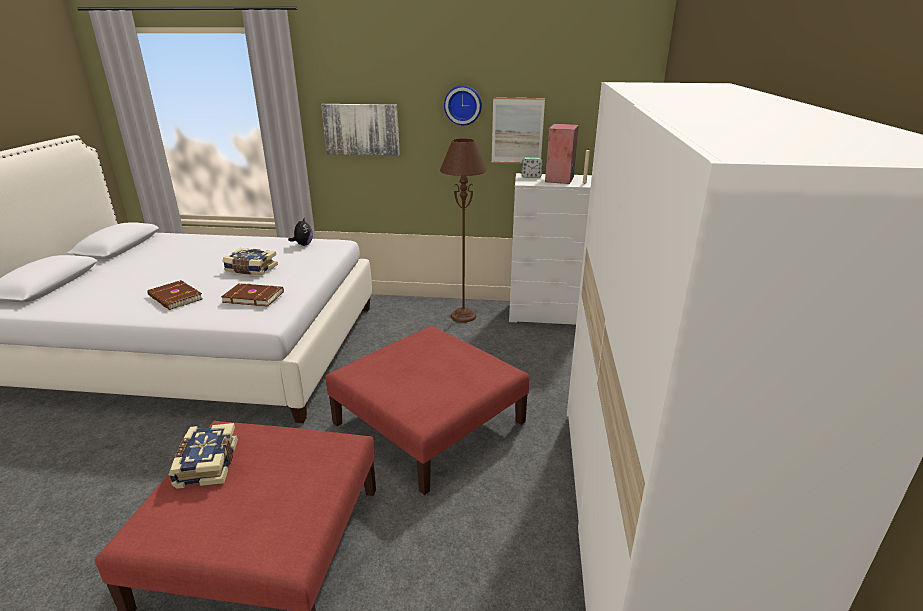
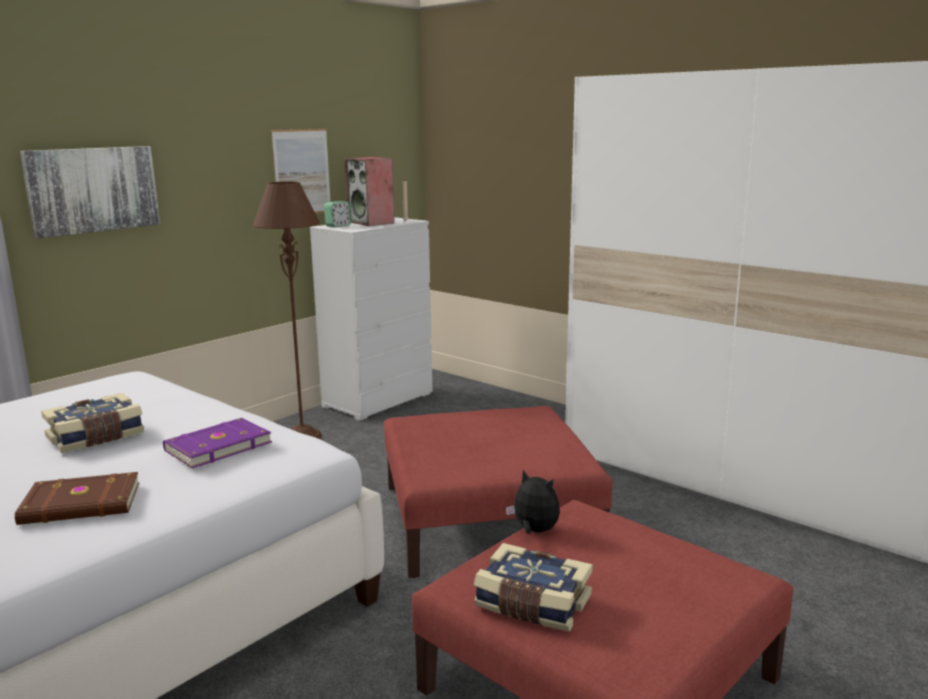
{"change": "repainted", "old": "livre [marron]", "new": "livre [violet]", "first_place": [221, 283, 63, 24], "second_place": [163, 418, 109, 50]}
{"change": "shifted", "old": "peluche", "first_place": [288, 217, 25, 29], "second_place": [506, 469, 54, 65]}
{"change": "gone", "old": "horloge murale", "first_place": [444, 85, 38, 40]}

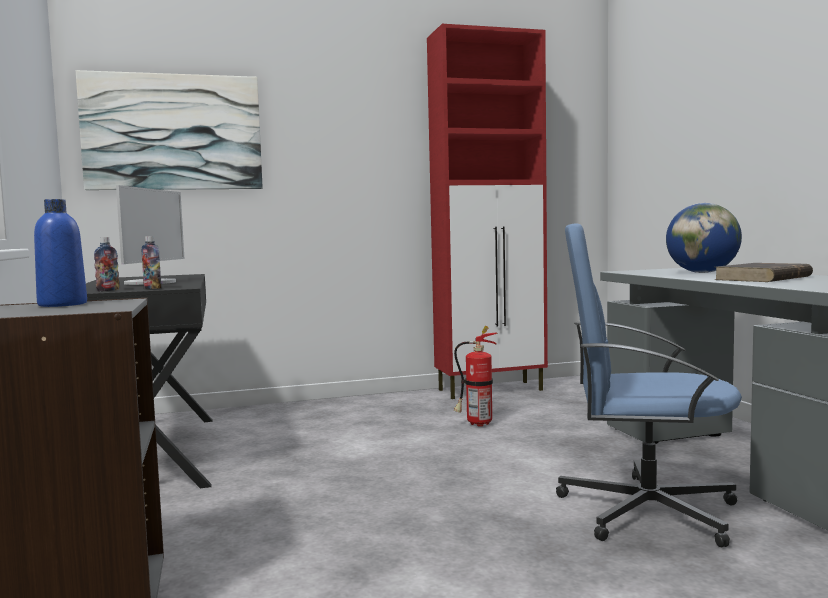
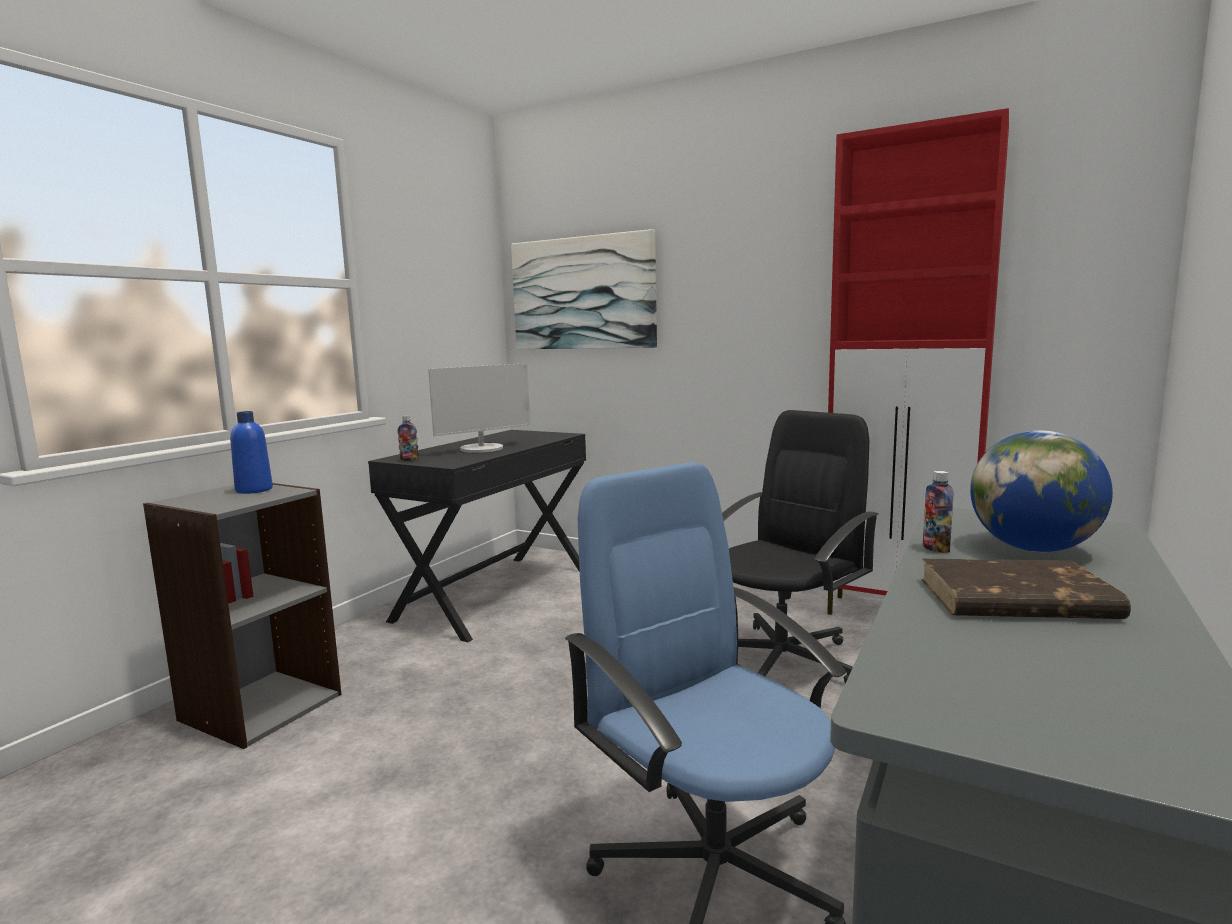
{"change": "shifted", "old": "bouteille", "first_place": [141, 236, 20, 53], "second_place": [923, 471, 30, 82]}
{"change": "swapped", "old": "extincteur", "new": "chaise de bureau [noir]", "first_place": [454, 326, 43, 101], "second_place": [722, 410, 157, 274]}

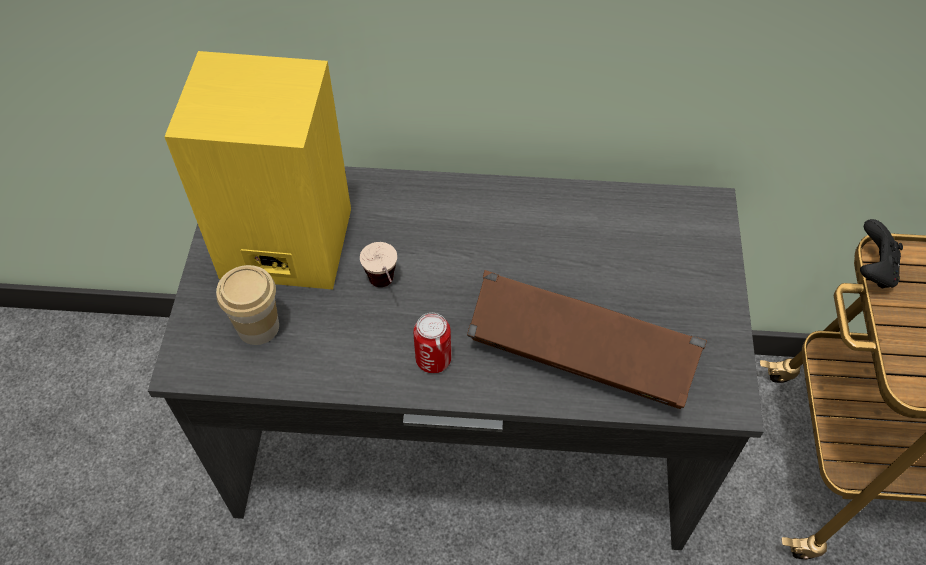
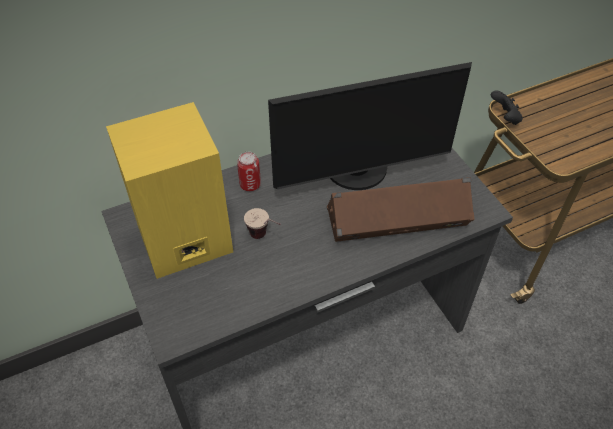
{"change": "gone", "old": "tasse", "first_place": [216, 265, 63, 80]}
{"change": "shifted", "old": "boîte métallique", "first_place": [414, 313, 37, 60], "second_place": [237, 152, 24, 39]}
{"change": "new", "new": "écran d'ordinateur", "second_place": [268, 62, 204, 128]}

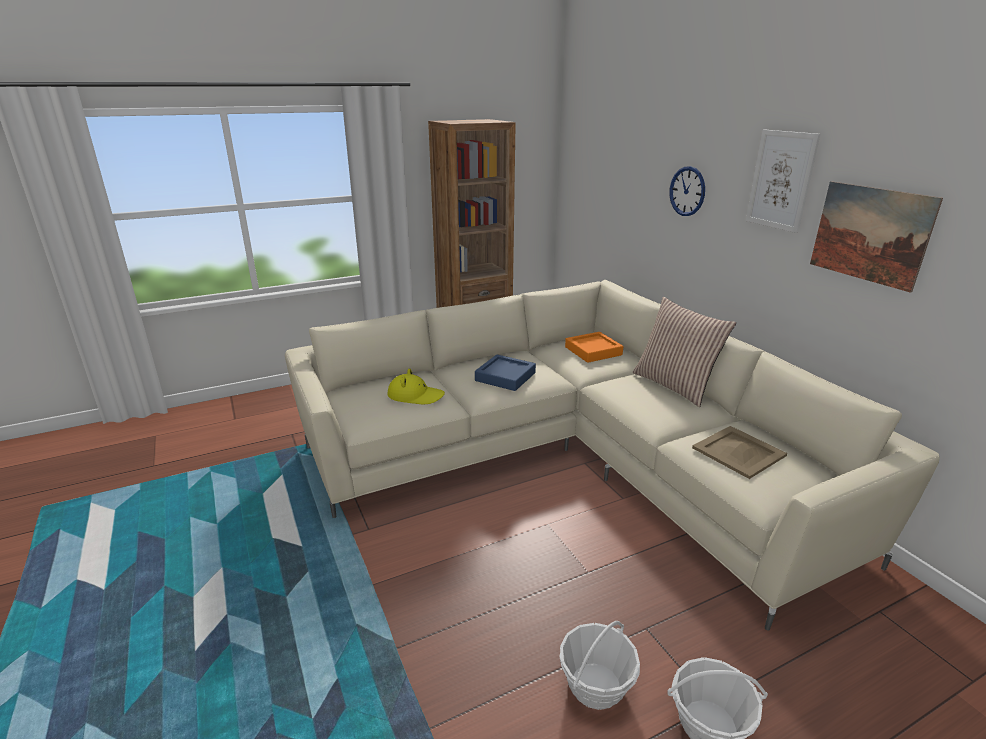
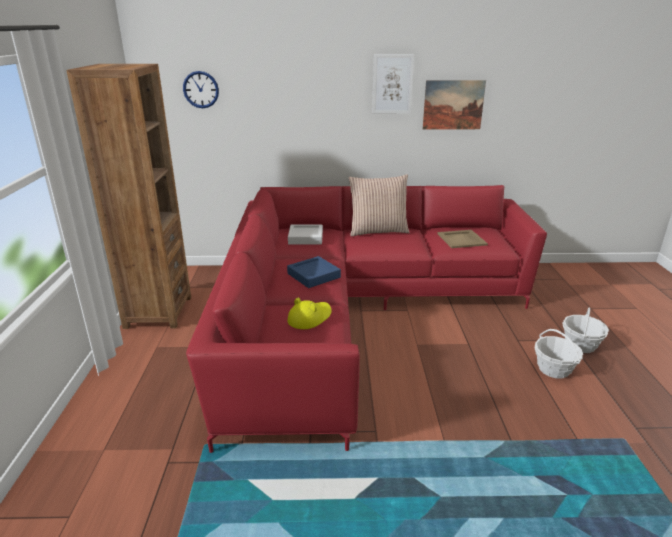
{"change": "repainted", "old": "canapé [beige]", "new": "canapé [rouge]", "first_place": [285, 280, 655, 351], "second_place": [186, 185, 361, 268]}
{"change": "repainted", "old": "plateau [orange]", "new": "plateau [gris]", "first_place": [565, 332, 58, 31], "second_place": [288, 225, 35, 19]}
{"change": "shifted", "old": "horloge murale", "first_place": [669, 166, 36, 50], "second_place": [183, 71, 36, 37]}

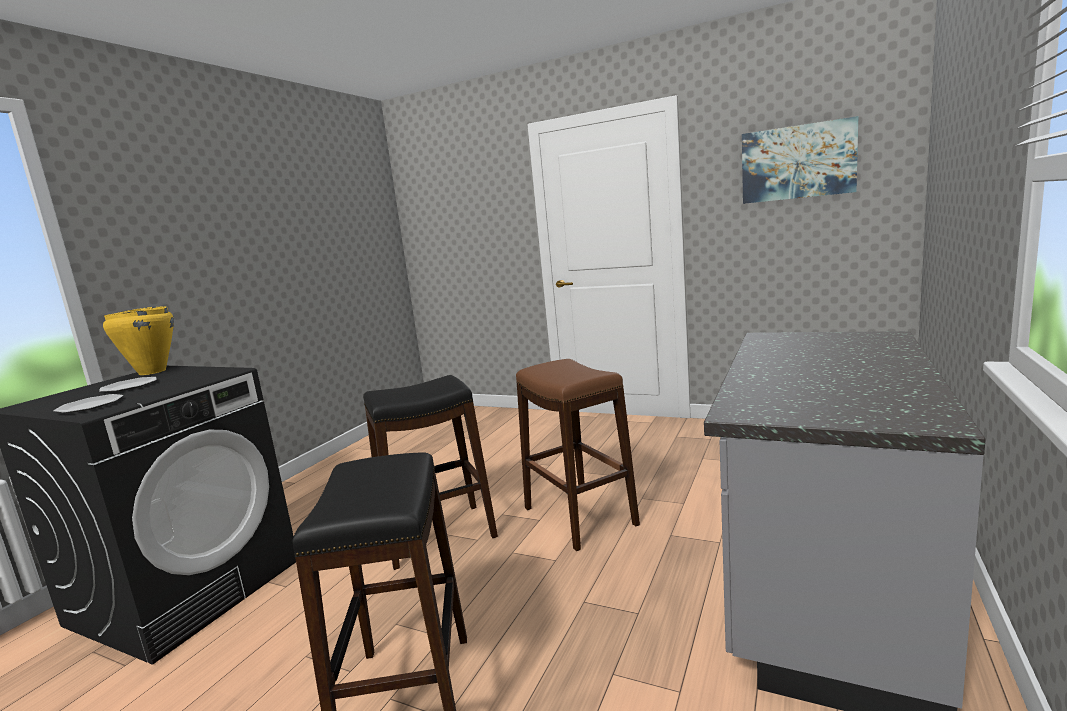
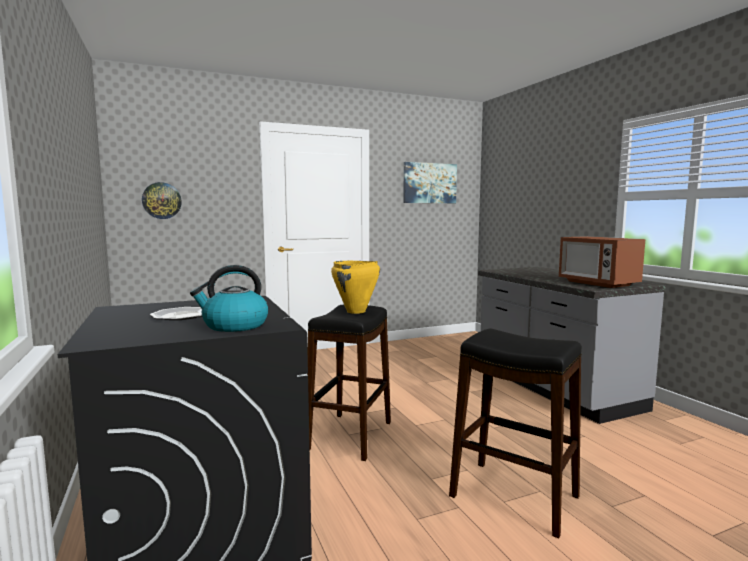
{"change": "swapped", "old": "assiette", "new": "bouilloire", "first_place": [53, 394, 71, 19], "second_place": [190, 265, 78, 67]}
{"change": "shifted", "old": "marmite [jaune]", "first_place": [103, 306, 71, 69], "second_place": [331, 261, 49, 53]}
{"change": "gone", "old": "tabouret [marron]", "first_place": [516, 359, 124, 192]}
{"change": "new", "new": "horloge murale", "second_place": [142, 182, 40, 37]}
{"change": "new", "new": "micro-ondes", "second_place": [559, 236, 86, 52]}

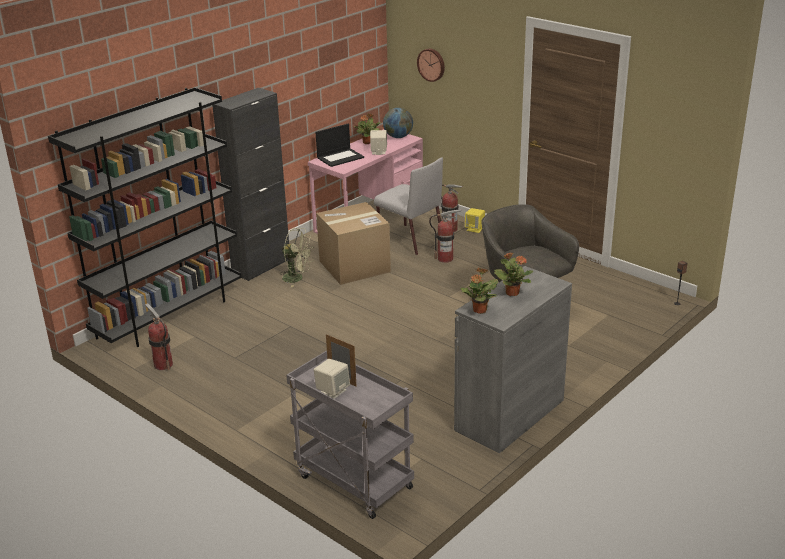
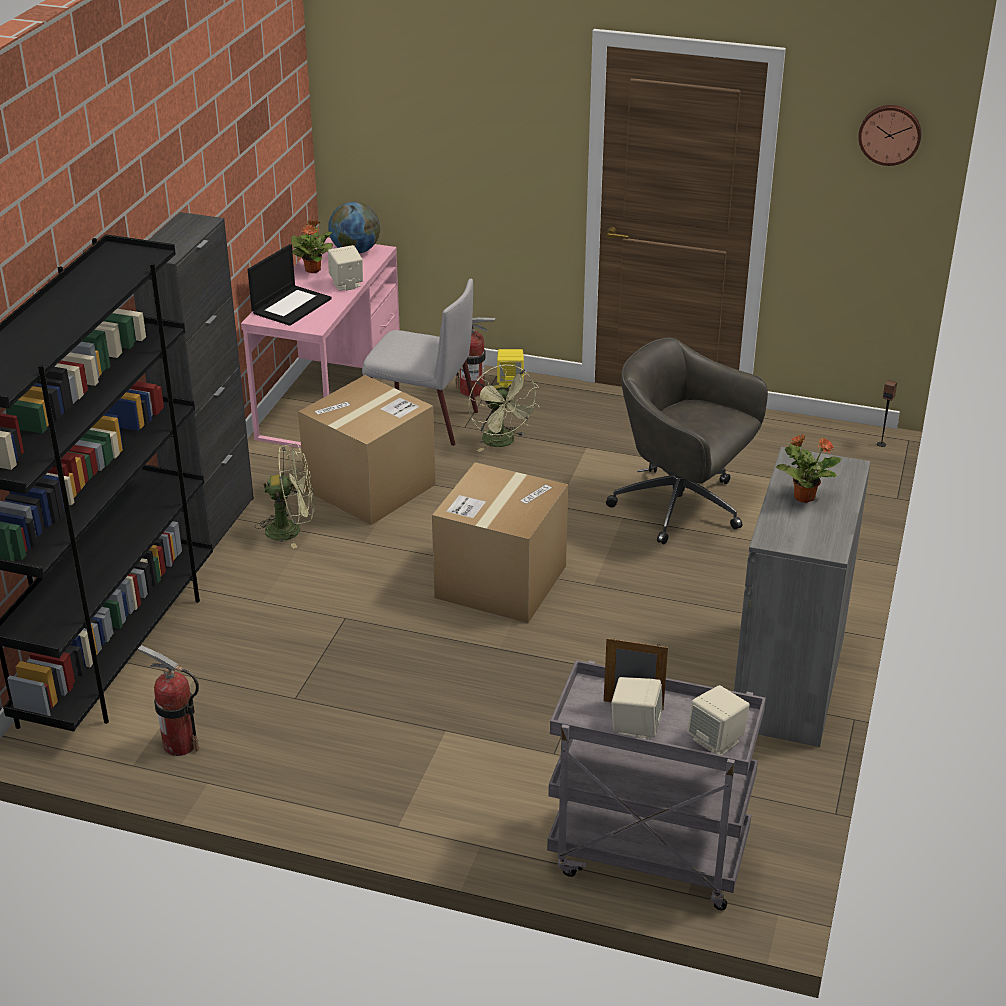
{"change": "shifted", "old": "horloge murale", "first_place": [417, 48, 28, 34], "second_place": [858, 105, 63, 61]}
{"change": "swapped", "old": "extincteur", "new": "ventilateur [vert]", "first_place": [429, 209, 32, 54], "second_place": [468, 365, 72, 87]}
{"change": "gone", "old": "plante en pot", "first_place": [460, 267, 38, 47]}
{"change": "new", "new": "carton", "second_place": [432, 462, 136, 161]}
{"change": "new", "new": "enceinte [beige]", "second_place": [687, 685, 63, 70]}

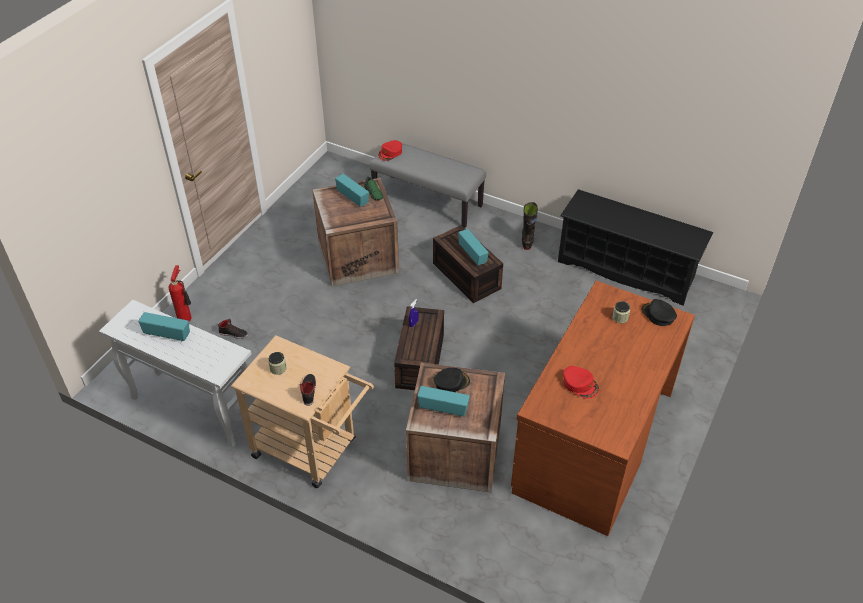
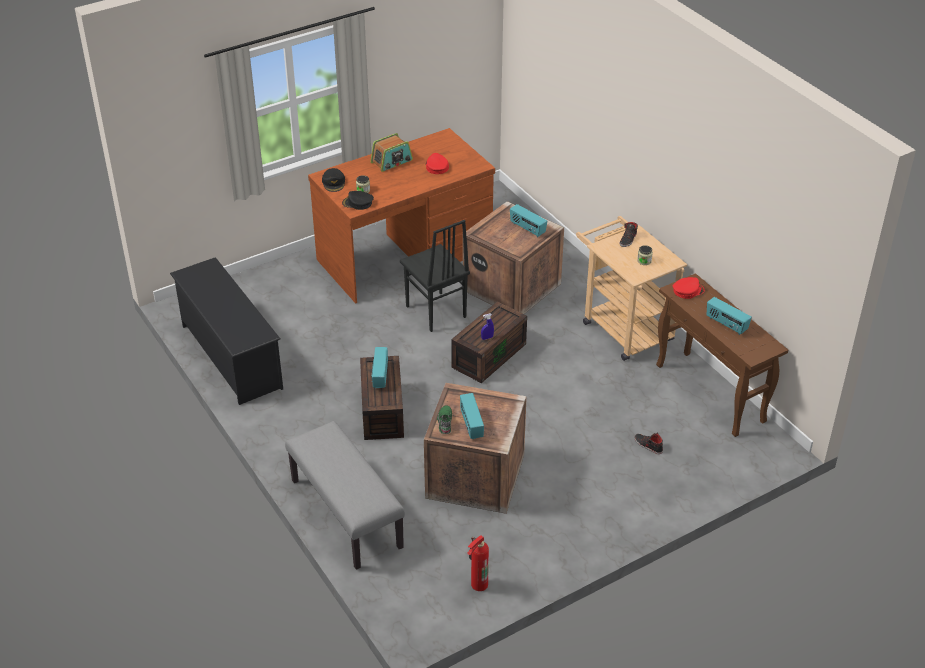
{"change": "repainted", "old": "table console [blanc]", "new": "table console [marron]", "first_place": [99, 300, 154, 147], "second_place": [656, 273, 132, 164]}
{"change": "shifted", "old": "extincteur", "first_place": [169, 265, 23, 56], "second_place": [467, 535, 22, 56]}
{"change": "shifted", "old": "casquette [rouge]", "first_place": [378, 140, 24, 21], "second_place": [673, 277, 32, 22]}
{"change": "shifted", "old": "casquette [noir]", "first_place": [433, 368, 37, 24], "second_place": [342, 191, 32, 19]}
{"change": "gone", "old": "botte [noir]", "first_place": [522, 202, 16, 48]}
{"change": "new", "new": "radio", "second_place": [370, 133, 43, 39]}
{"change": "new", "new": "chaise [noir]", "second_place": [400, 220, 70, 112]}

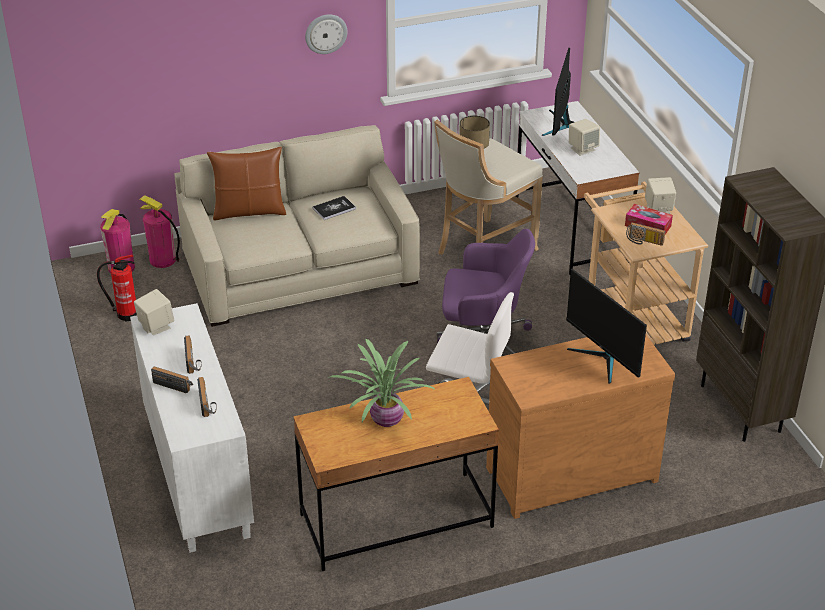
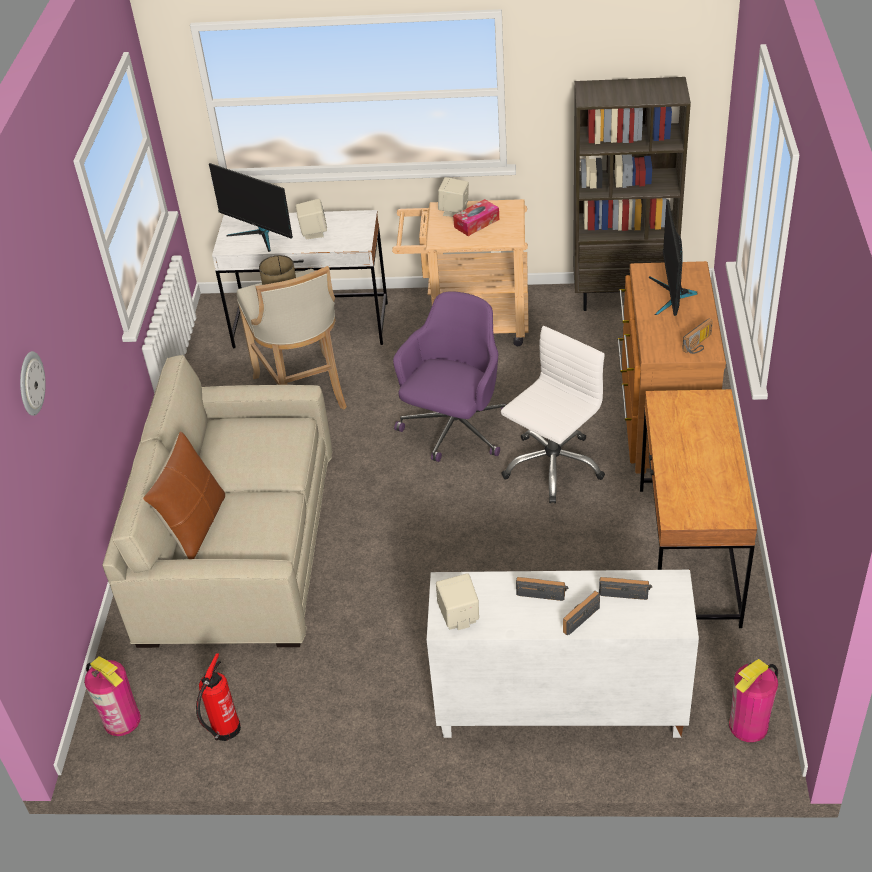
{"change": "shifted", "old": "extincteur", "first_place": [139, 195, 41, 73], "second_place": [729, 659, 49, 83]}
{"change": "shifted", "old": "horloge murale", "first_place": [305, 14, 42, 40], "second_place": [20, 351, 26, 65]}
{"change": "gone", "old": "livre", "first_place": [312, 196, 44, 24]}
{"change": "gone", "old": "plante en pot", "first_place": [327, 339, 109, 88]}
{"change": "rotated", "old": "écran d'ordinateur", "first_place": [566, 269, 81, 115], "second_place": [648, 199, 49, 117], "degrees": 105}
{"change": "shifted", "old": "radio", "first_place": [626, 222, 39, 24], "second_place": [682, 319, 31, 35]}

